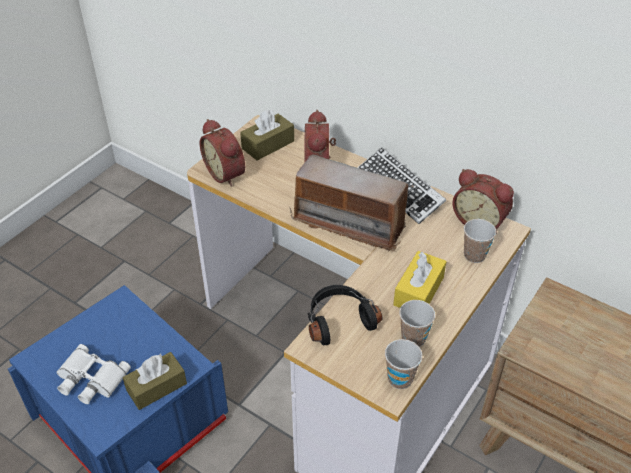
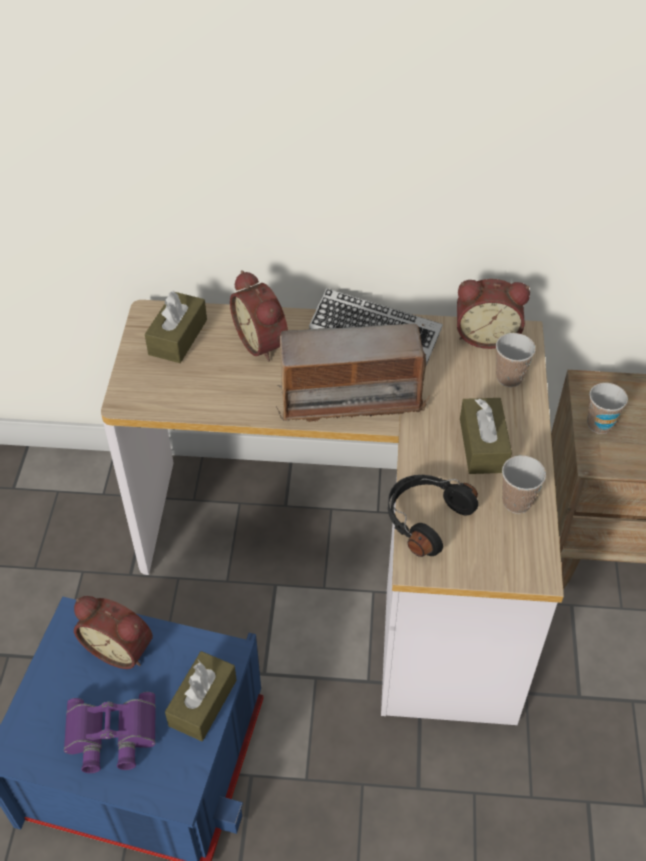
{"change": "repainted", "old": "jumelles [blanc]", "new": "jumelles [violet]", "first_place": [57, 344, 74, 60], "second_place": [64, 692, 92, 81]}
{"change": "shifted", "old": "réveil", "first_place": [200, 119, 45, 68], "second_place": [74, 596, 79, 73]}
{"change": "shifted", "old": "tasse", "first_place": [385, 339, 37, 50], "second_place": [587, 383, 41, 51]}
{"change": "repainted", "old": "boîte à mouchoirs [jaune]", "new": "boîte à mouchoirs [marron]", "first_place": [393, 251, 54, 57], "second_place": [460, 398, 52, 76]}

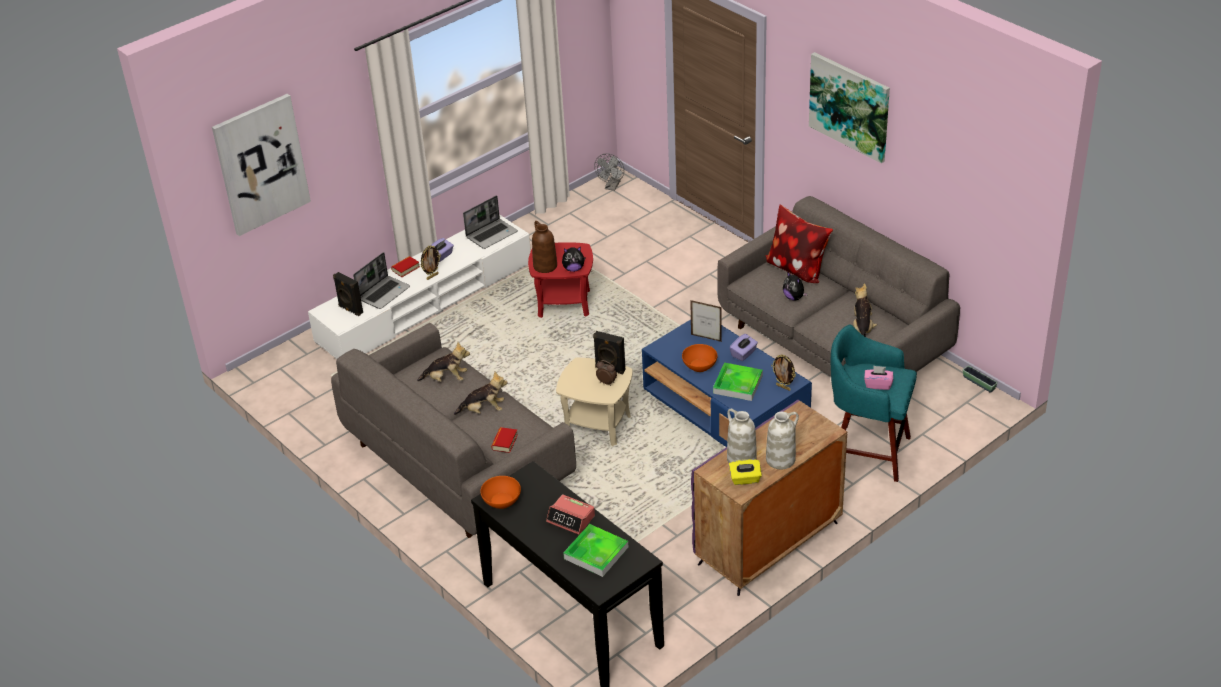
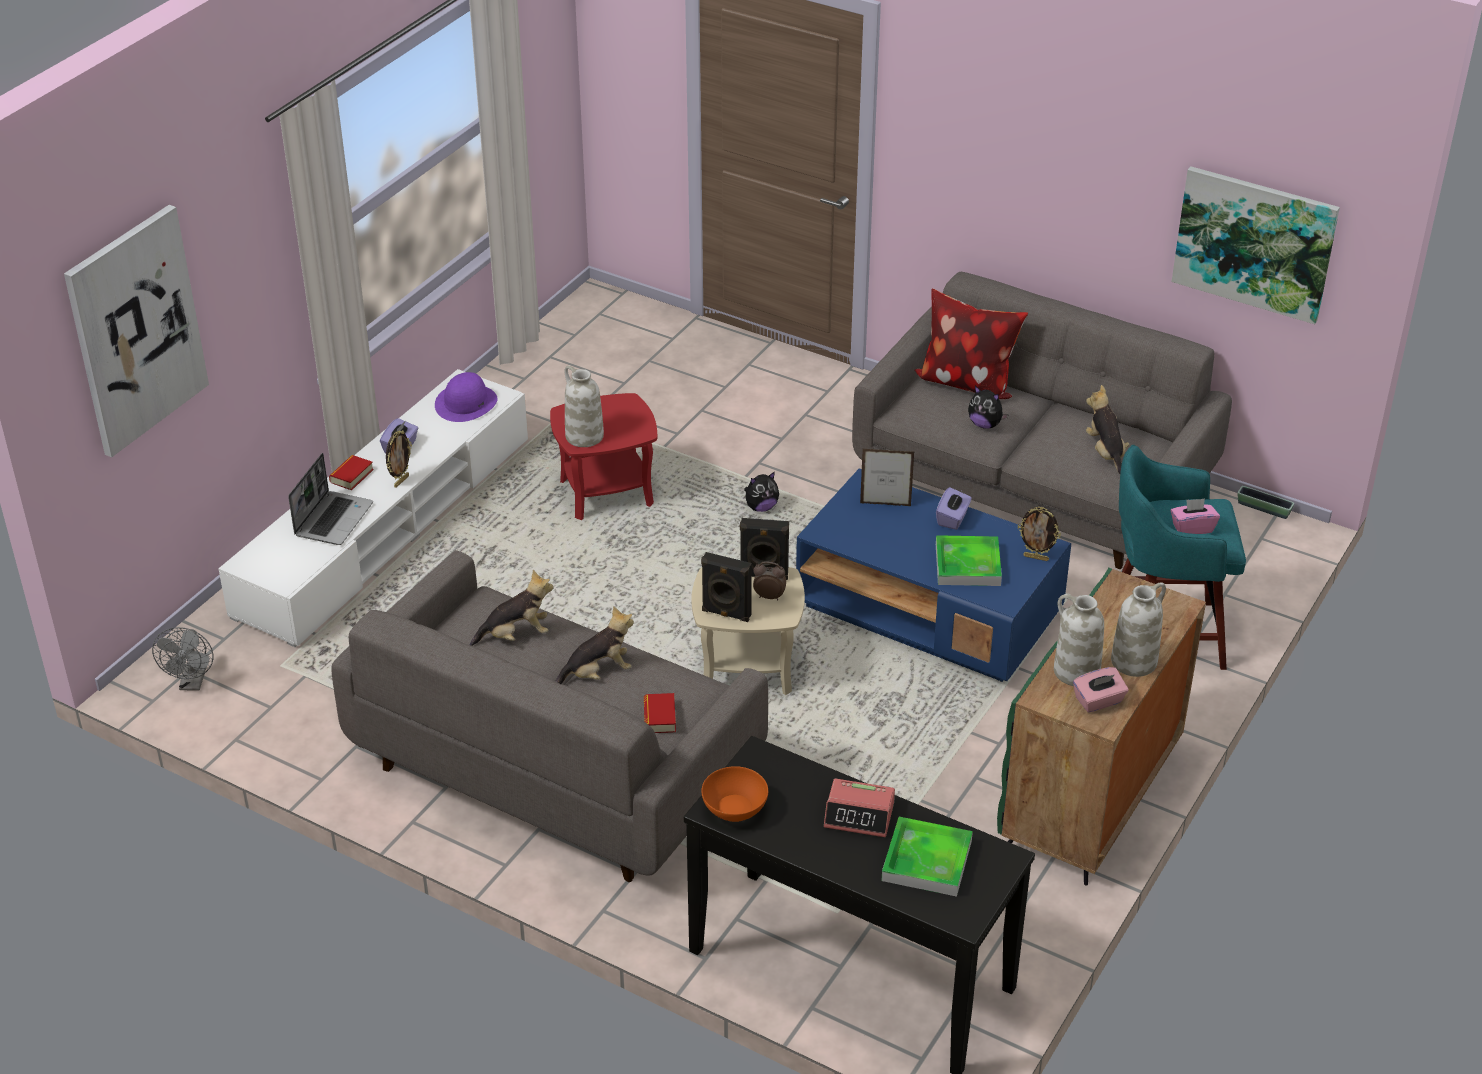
{"change": "shifted", "old": "enceinte [noir]", "first_place": [333, 272, 30, 44], "second_place": [701, 552, 51, 70]}
{"change": "swapped", "old": "ordinateur portable", "new": "chapeau [violet]", "first_place": [463, 196, 55, 53], "second_place": [435, 372, 63, 50]}
{"change": "repainted", "old": "vase [marron]", "new": "vase [blanc]", "first_place": [532, 221, 25, 52], "second_place": [564, 365, 40, 82]}
{"change": "shifted", "old": "peluche", "first_place": [562, 247, 24, 25], "second_place": [744, 472, 35, 40]}
{"change": "shifted", "old": "ventilateur [gris]", "first_place": [594, 154, 30, 37], "second_place": [152, 627, 61, 64]}
{"change": "gone", "old": "bol [orange]", "first_place": [682, 344, 35, 28]}
{"change": "repainted", "old": "meuble de rangement [violet]", "new": "meuble de rangement [vert]", "first_place": [691, 400, 156, 196], "second_place": [997, 567, 209, 319]}
{"change": "repainted", "old": "boîte à mouchoirs [jaune]", "new": "boîte à mouchoirs [rose]", "first_place": [729, 459, 33, 26], "second_place": [1073, 667, 55, 46]}
{"change": "shifted", "old": "tableau", "first_place": [809, 52, 81, 111], "second_place": [1171, 166, 169, 158]}

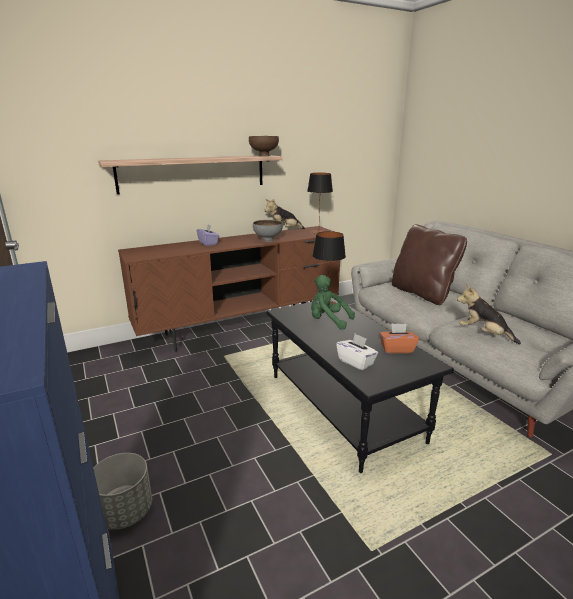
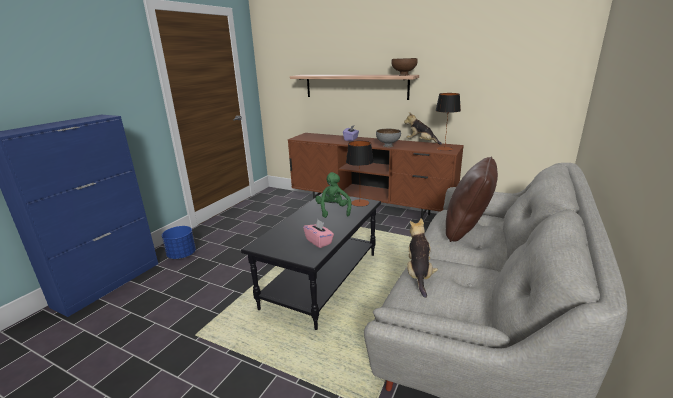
{"change": "repainted", "old": "cache-pot [gris]", "new": "cache-pot [bleu]", "first_place": [93, 453, 59, 77], "second_place": [162, 226, 34, 33]}
{"change": "gone", "old": "boîte à mouchoirs [blanc]", "first_place": [336, 334, 42, 36]}
{"change": "repainted", "old": "boîte à mouchoirs [orange]", "new": "boîte à mouchoirs [rose]", "first_place": [379, 323, 40, 30], "second_place": [303, 219, 31, 29]}

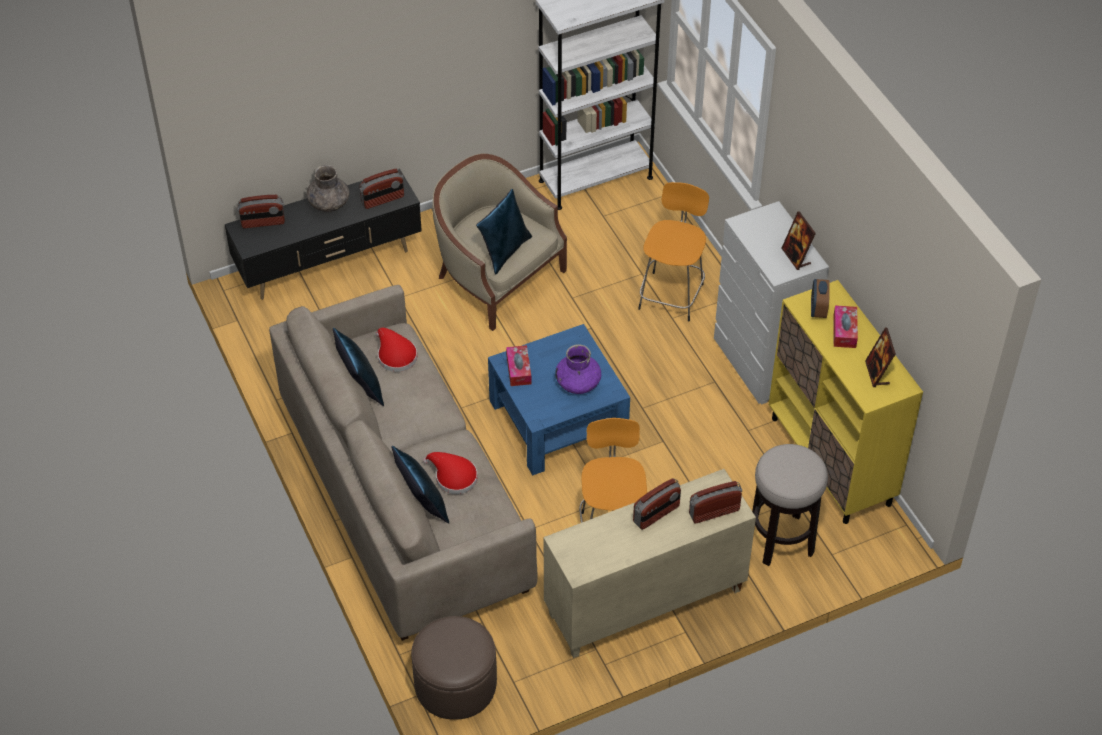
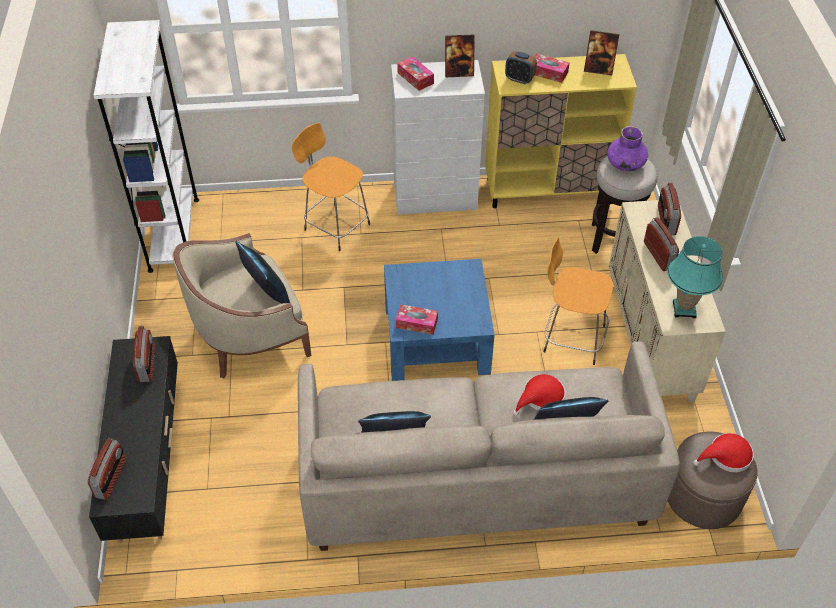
{"change": "gone", "old": "vase [gris]", "first_place": [306, 165, 43, 47]}
{"change": "shifted", "old": "chapeau [rouge]", "first_place": [375, 328, 42, 44], "second_place": [693, 433, 61, 39]}
{"change": "shifted", "old": "vase [violet]", "first_place": [555, 344, 46, 50], "second_place": [607, 126, 41, 46]}
{"change": "new", "new": "boîte à mouchoirs", "second_place": [397, 56, 37, 35]}
{"change": "new", "new": "lampe de table [turquoise]", "second_place": [667, 236, 56, 82]}

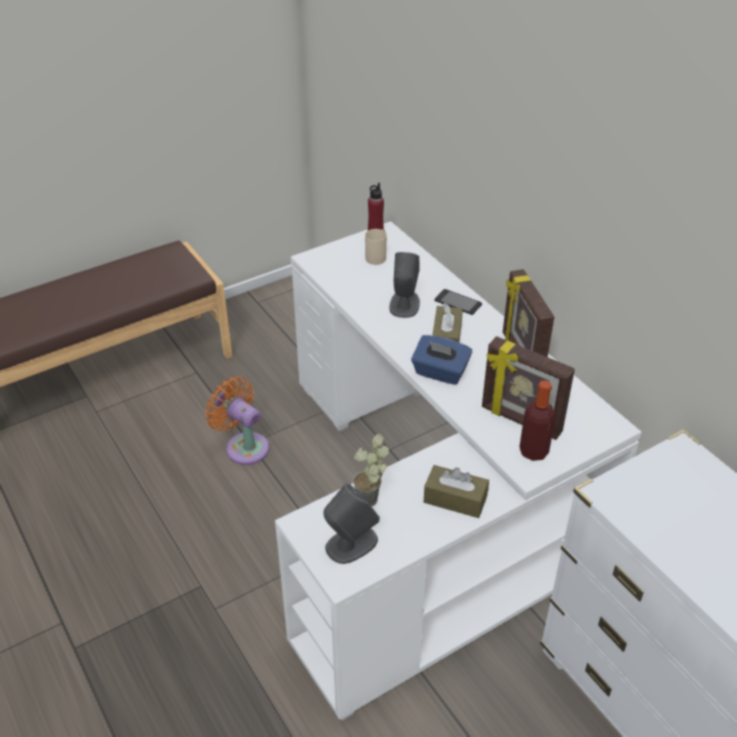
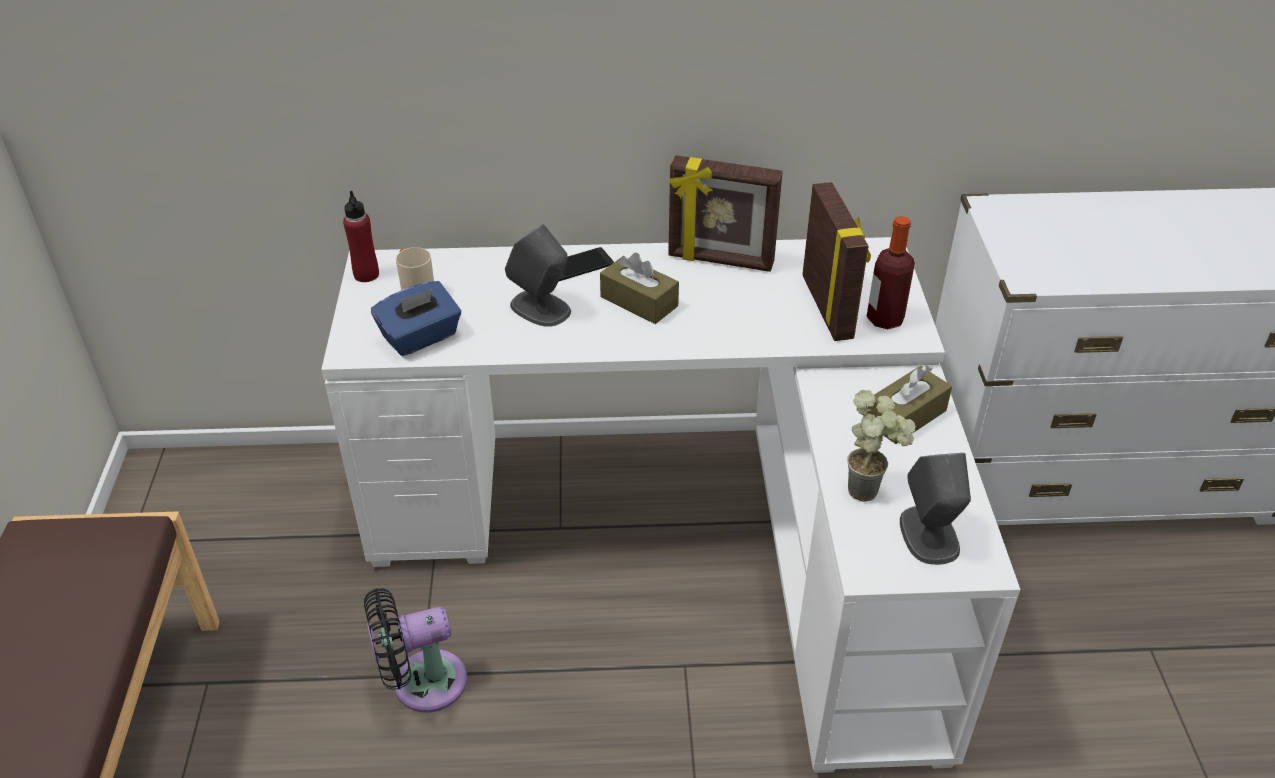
{"change": "repainted", "old": "ventilateur [orange]", "new": "ventilateur [noir]", "first_place": [205, 377, 64, 88], "second_place": [364, 588, 103, 125]}
{"change": "shifted", "old": "boîte à mouchoirs [bleu]", "first_place": [411, 335, 61, 50], "second_place": [371, 281, 90, 75]}
{"change": "rotated", "old": "cadre photo", "first_place": [482, 336, 93, 104], "second_place": [802, 182, 69, 159], "degrees": -75}

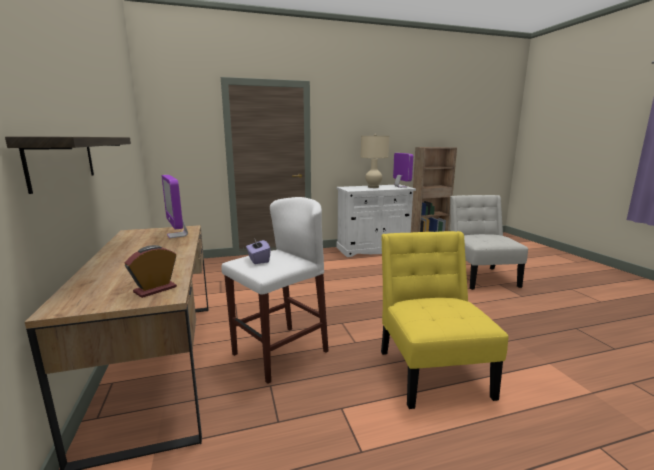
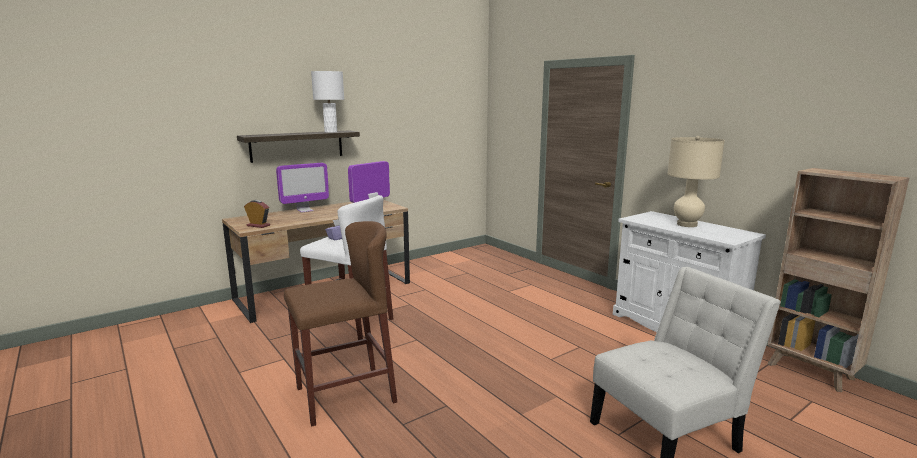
{"change": "swapped", "old": "chaise [jaune]", "new": "tabouret [marron]", "first_place": [381, 231, 127, 178], "second_place": [284, 221, 113, 206]}
{"change": "shifted", "old": "écran d'ordinateur", "first_place": [393, 153, 20, 35], "second_place": [276, 163, 53, 50]}
{"change": "new", "new": "lampe de table [blanc]", "second_place": [311, 71, 33, 62]}

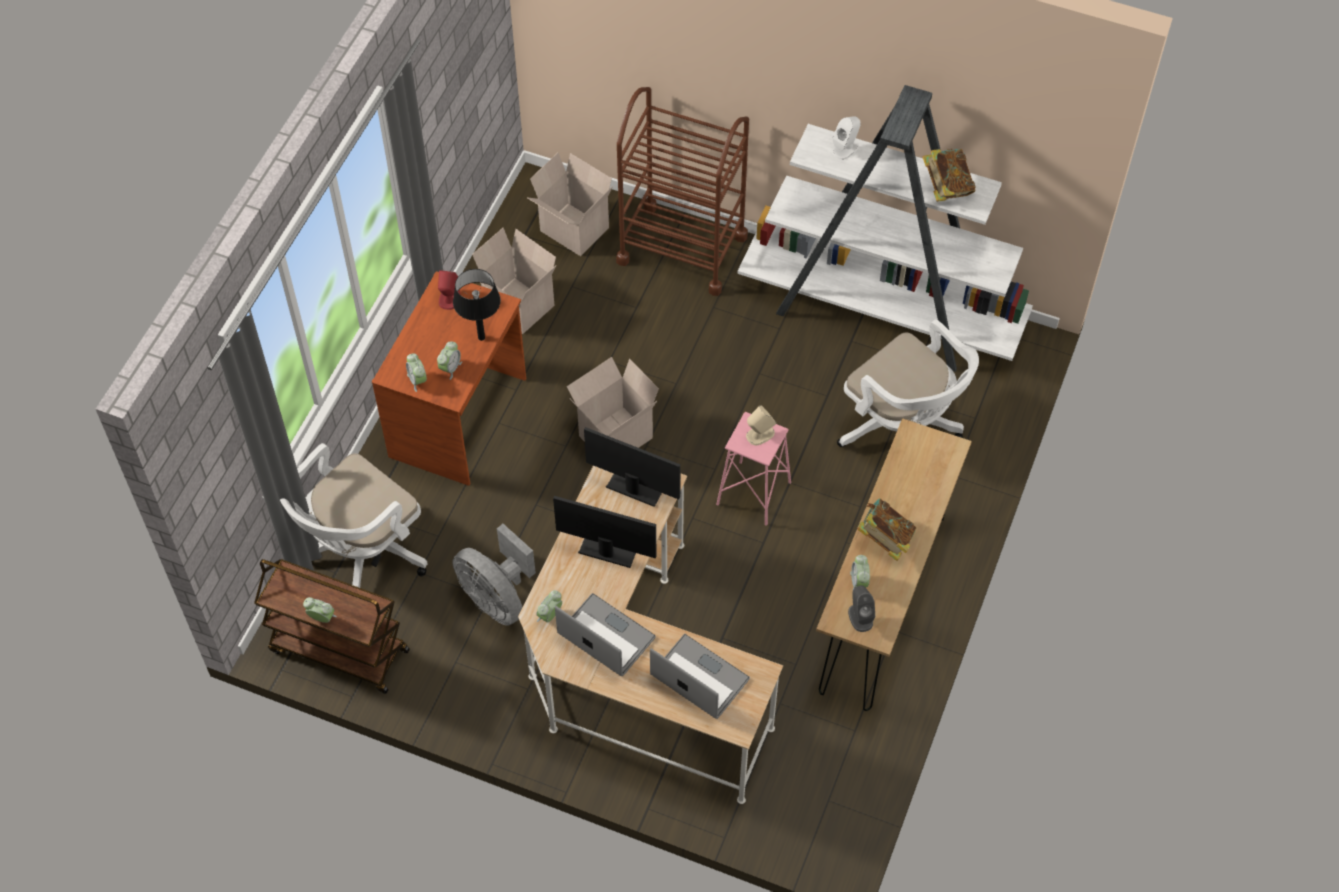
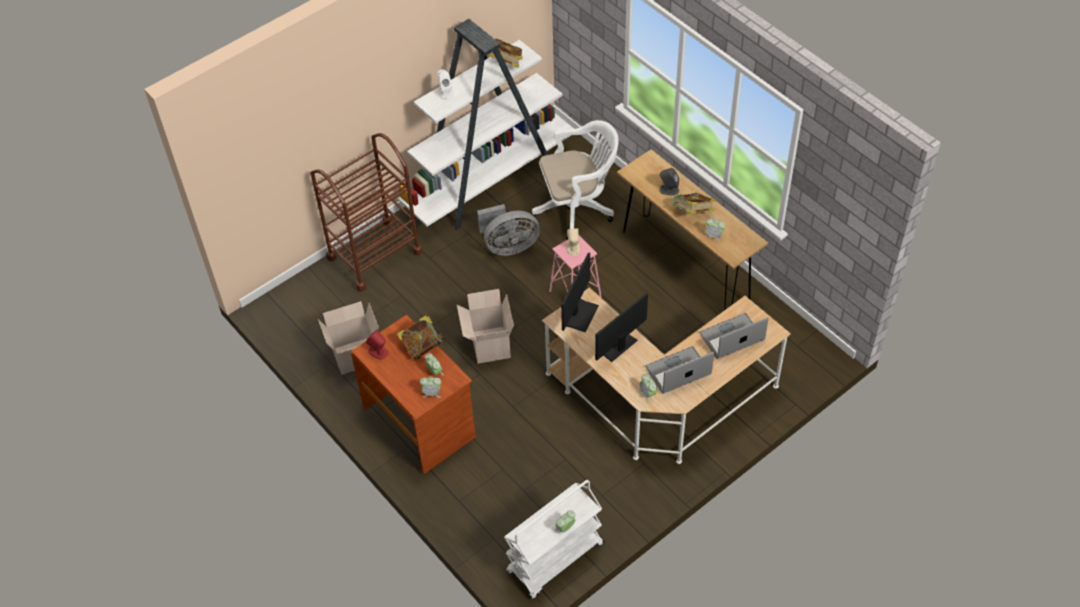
{"change": "repainted", "old": "chariot [marron]", "new": "chariot [blanc]", "first_place": [254, 559, 156, 135], "second_place": [504, 480, 100, 119]}
{"change": "gone", "old": "chaise de bureau [blanc]", "first_place": [280, 443, 148, 145]}
{"change": "shifted", "old": "ventilateur [gris]", "first_place": [452, 524, 84, 102], "second_place": [477, 204, 63, 52]}
{"change": "swapped", "old": "lampe de table [noir]", "new": "livre", "first_place": [453, 269, 48, 72], "second_place": [397, 315, 46, 45]}
{"change": "gone", "old": "carton", "first_place": [527, 153, 86, 103]}
{"change": "rotated", "old": "écran d'ordinateur", "first_place": [584, 427, 97, 80], "second_place": [561, 252, 38, 80], "degrees": 150}
{"change": "shifted", "old": "enceinte [gris]", "first_place": [848, 586, 27, 46], "second_place": [659, 168, 20, 28]}

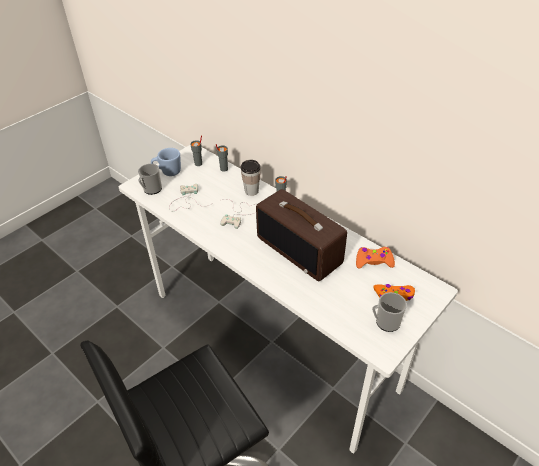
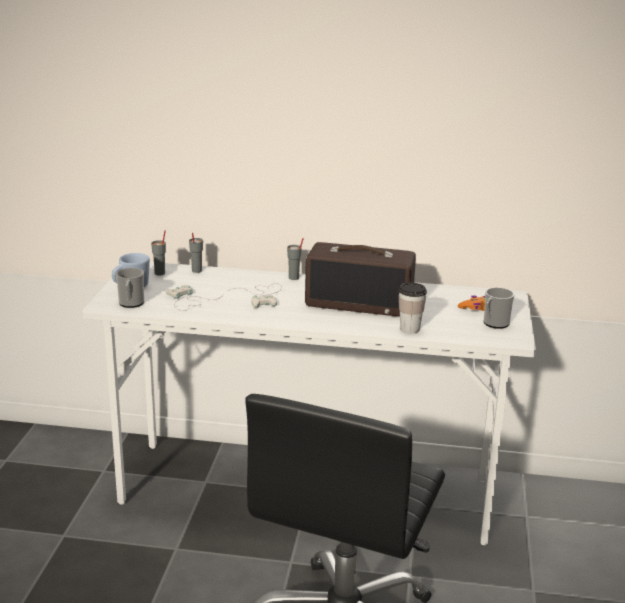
{"change": "shifted", "old": "tasse", "first_place": [241, 160, 20, 36], "second_place": [399, 282, 28, 52]}
{"change": "gone", "old": "manette [orange]", "first_place": [356, 247, 39, 22]}

